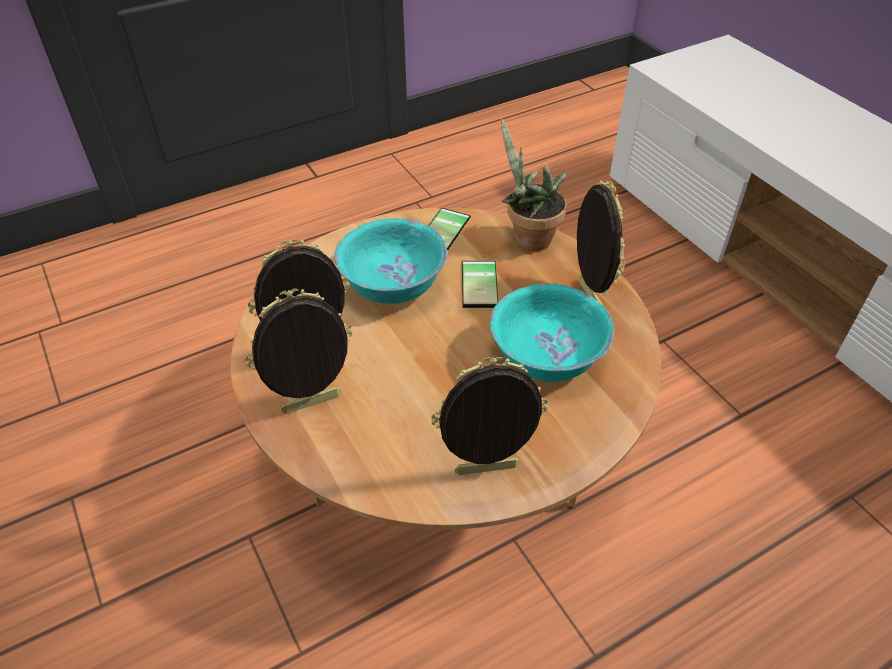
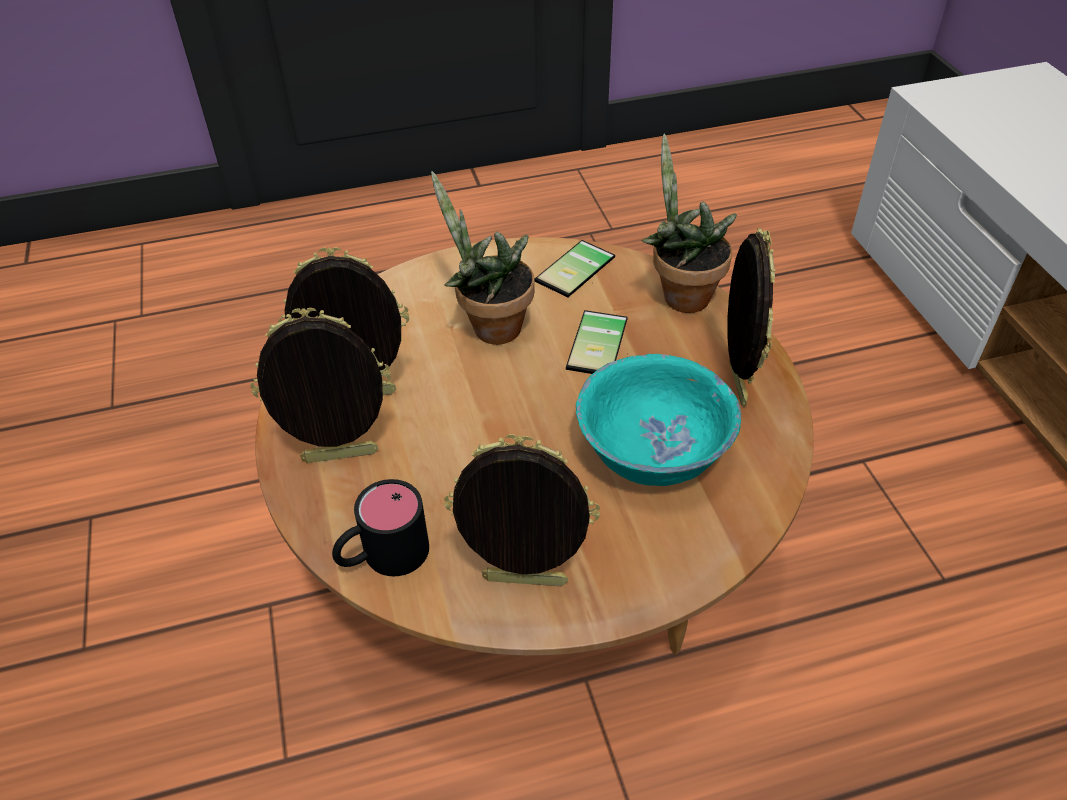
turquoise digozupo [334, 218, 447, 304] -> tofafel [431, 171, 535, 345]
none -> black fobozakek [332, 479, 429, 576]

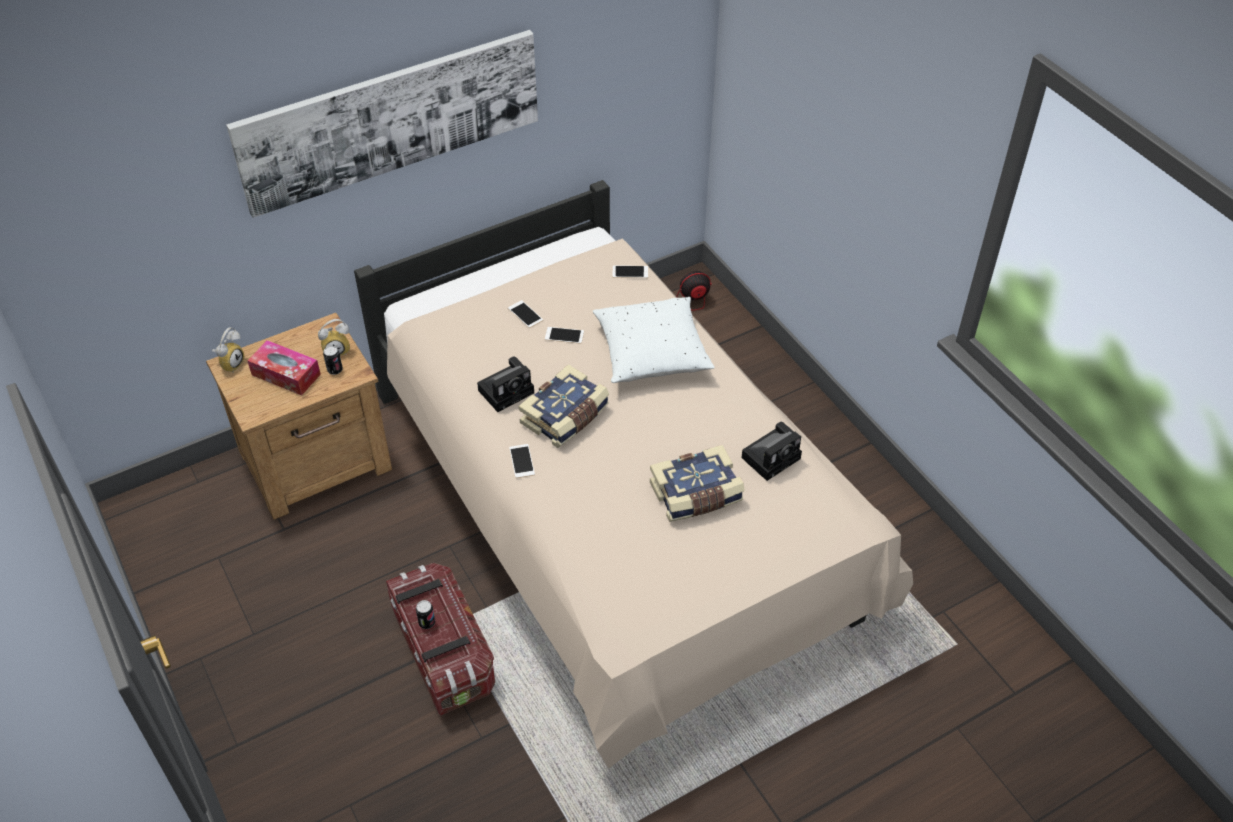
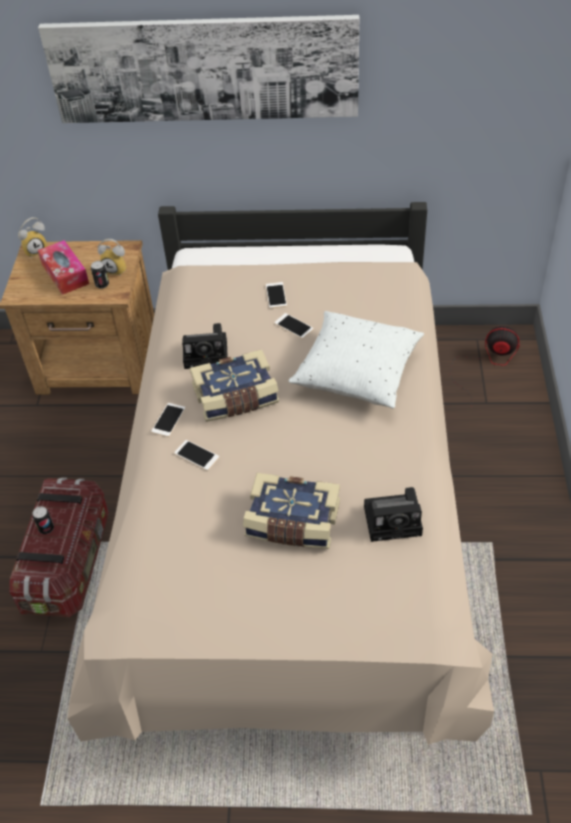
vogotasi [612, 265, 648, 278] -> vogotasi [174, 440, 219, 471], move

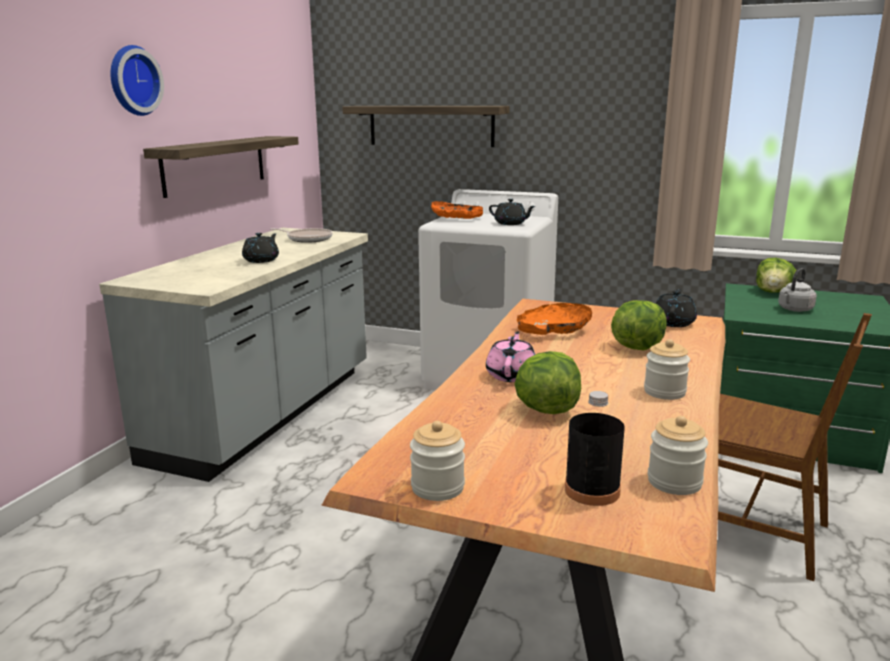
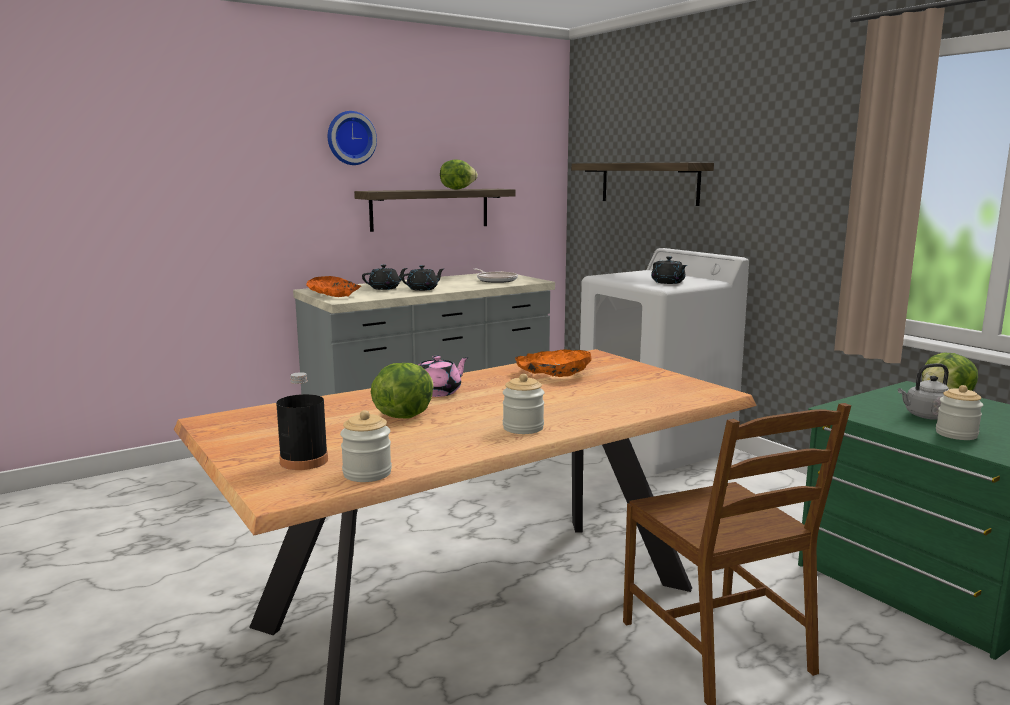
orange digozupo [431, 201, 483, 219] -> orange digozupo [306, 276, 361, 297], move
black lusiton [655, 289, 697, 327] -> black lusiton [362, 265, 408, 290], move
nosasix [611, 300, 667, 350] -> nosasix [440, 159, 478, 189], move
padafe [410, 421, 465, 501] -> padafe [936, 385, 983, 440], move

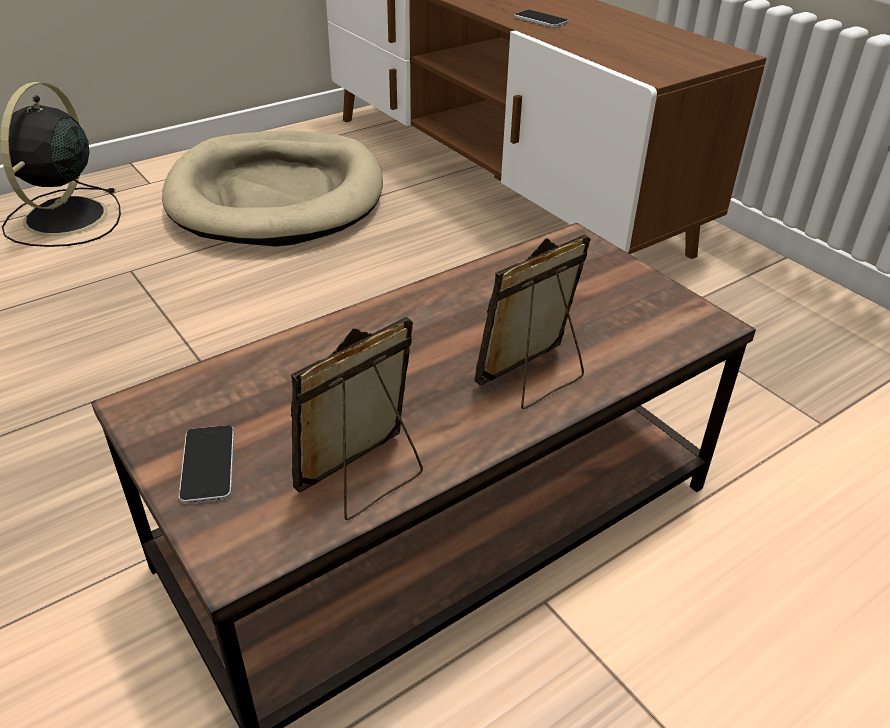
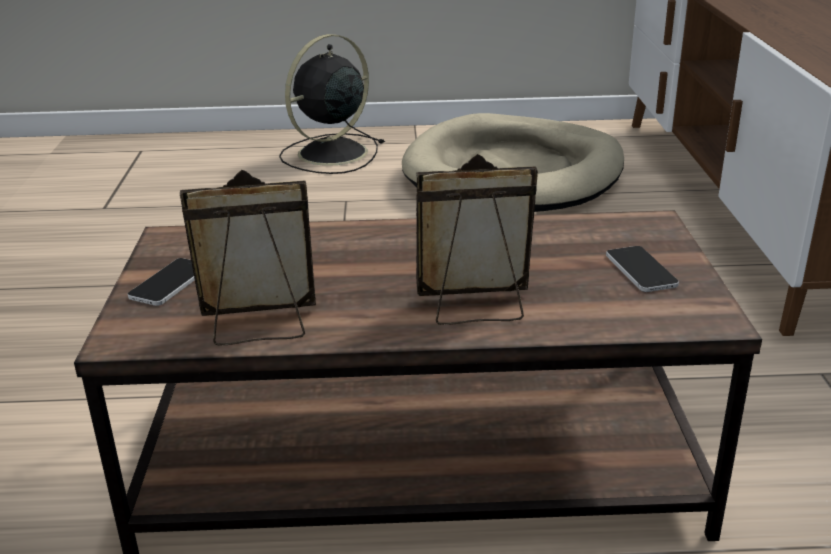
vogotasi [514, 10, 568, 28] -> vogotasi [606, 246, 679, 292], move

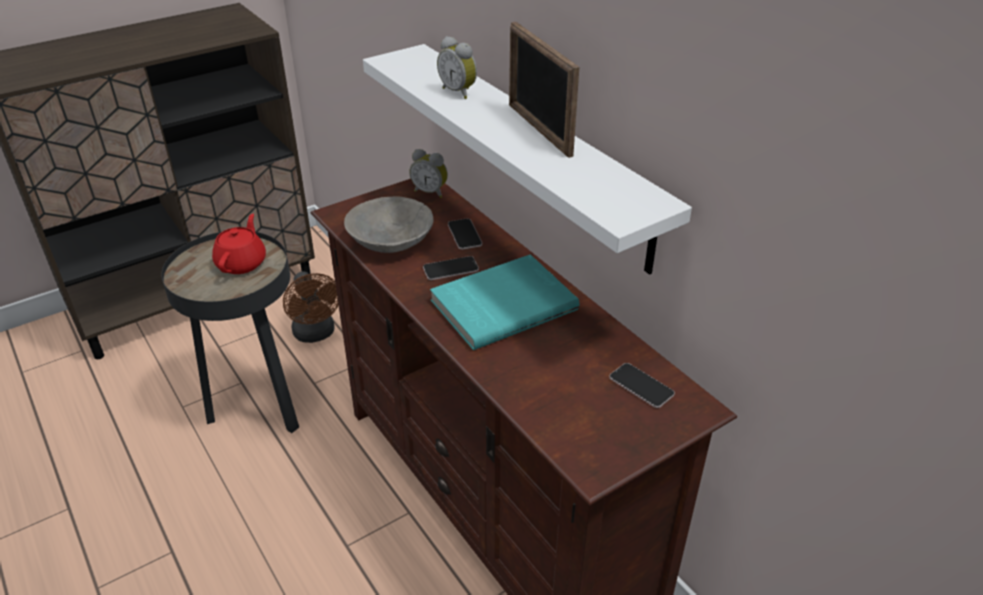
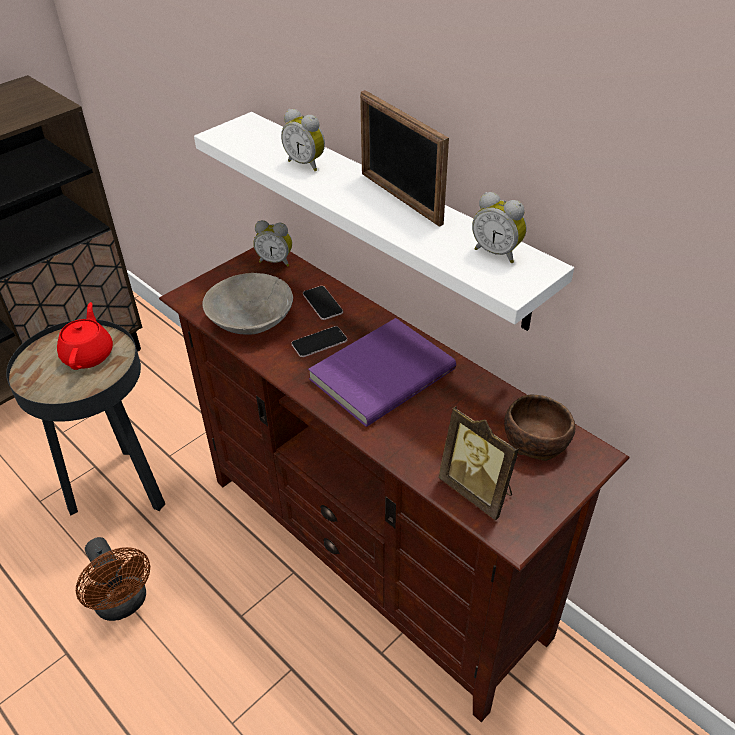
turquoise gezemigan [430, 254, 579, 350] -> purple gezemigan [308, 318, 456, 427]
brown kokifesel [283, 271, 339, 343] -> brown kokifesel [76, 537, 150, 621], move
vogotasi [609, 363, 675, 408] -> brown digozupo [504, 395, 575, 461]
none -> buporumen [472, 192, 527, 263]
none -> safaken [438, 406, 519, 520]

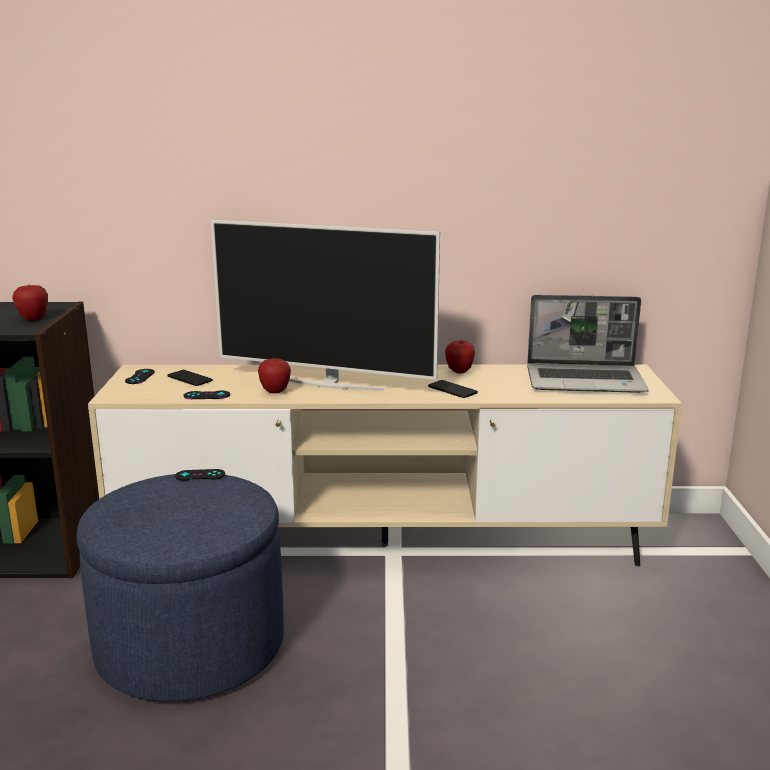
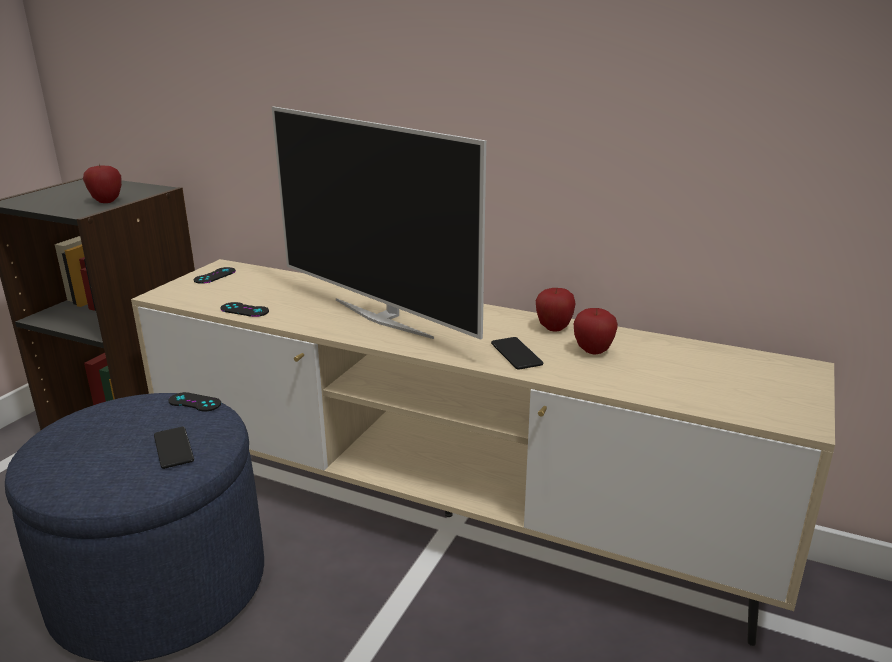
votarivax [527, 295, 649, 393] -> none
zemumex [258, 358, 291, 393] -> zemumex [574, 308, 618, 355], move
vogotasi [167, 370, 213, 386] -> vogotasi [154, 427, 194, 469], move

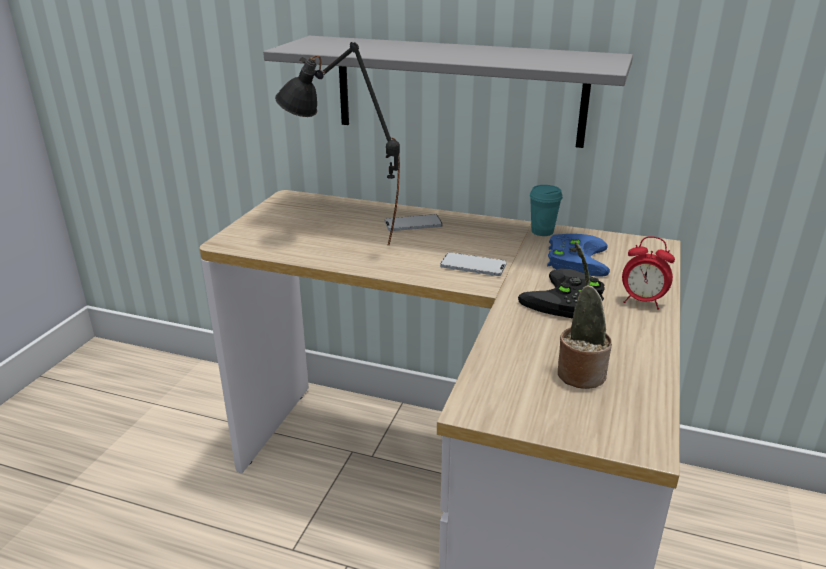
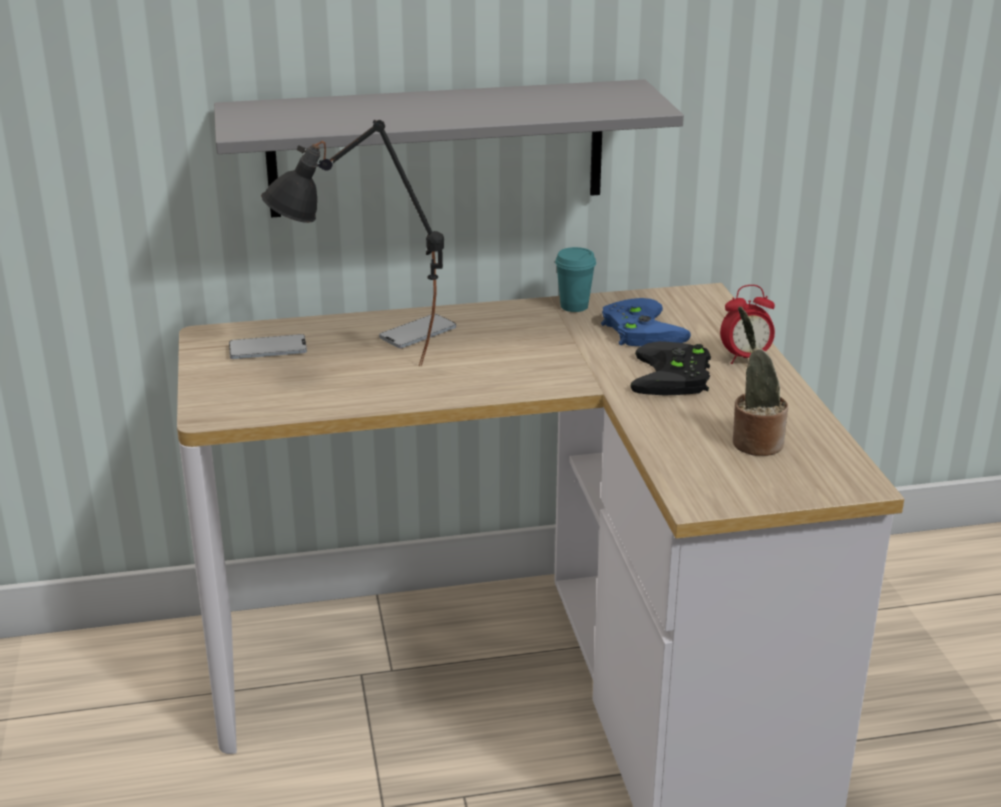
vogotasi [440, 252, 507, 276] -> vogotasi [229, 334, 307, 359], move

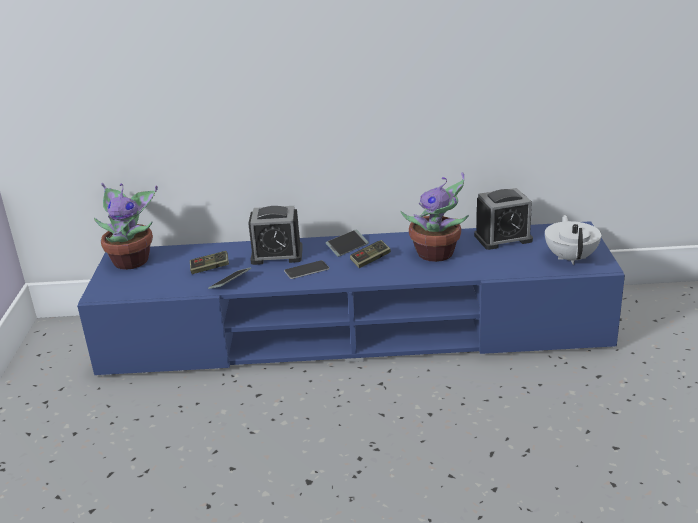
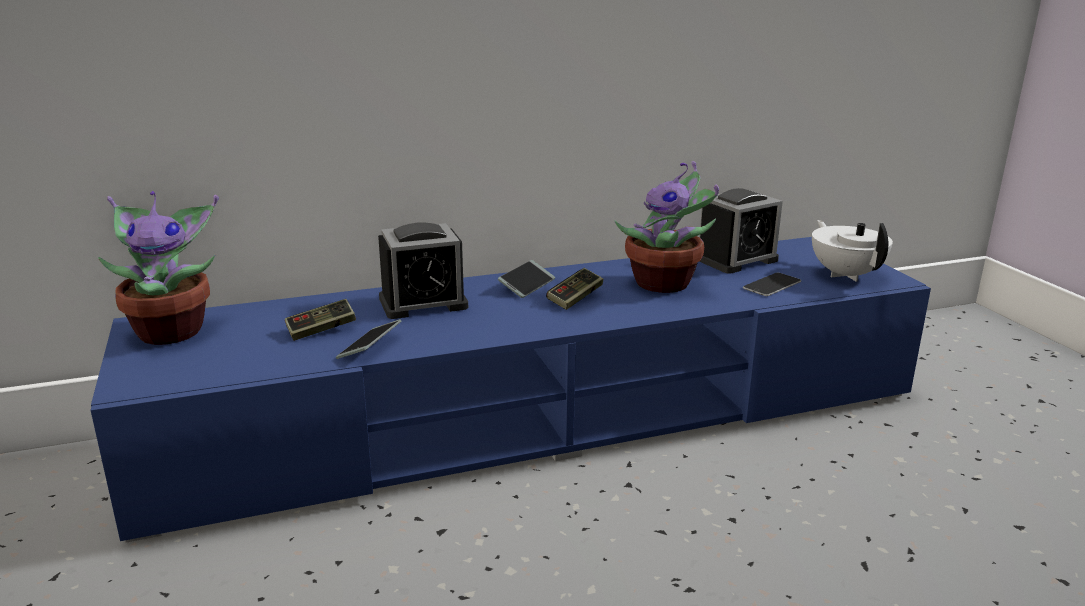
vogotasi [284, 260, 330, 279] -> vogotasi [743, 272, 801, 296], move

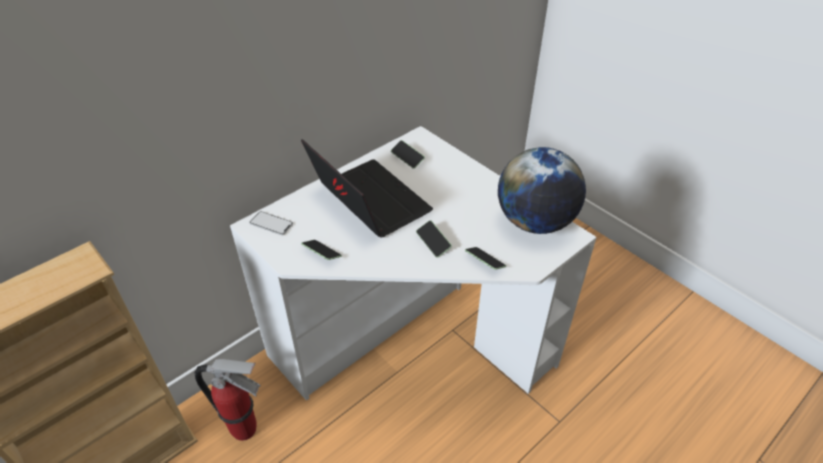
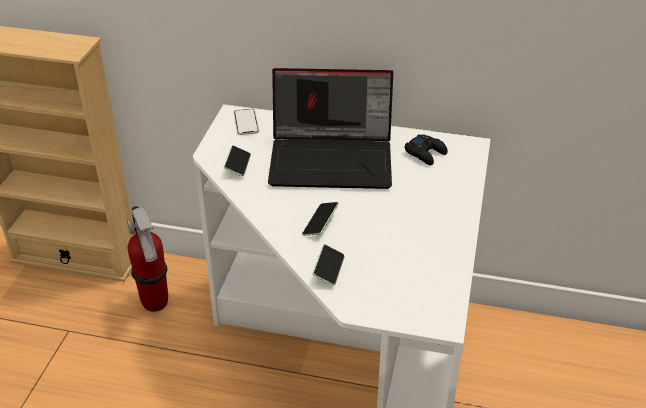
votarivax [301, 139, 433, 238] -> votarivax [268, 68, 393, 189], 75 degrees clockwise
vogotasi [391, 140, 425, 169] -> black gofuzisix [405, 134, 448, 165]
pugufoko [498, 147, 586, 234] -> none

